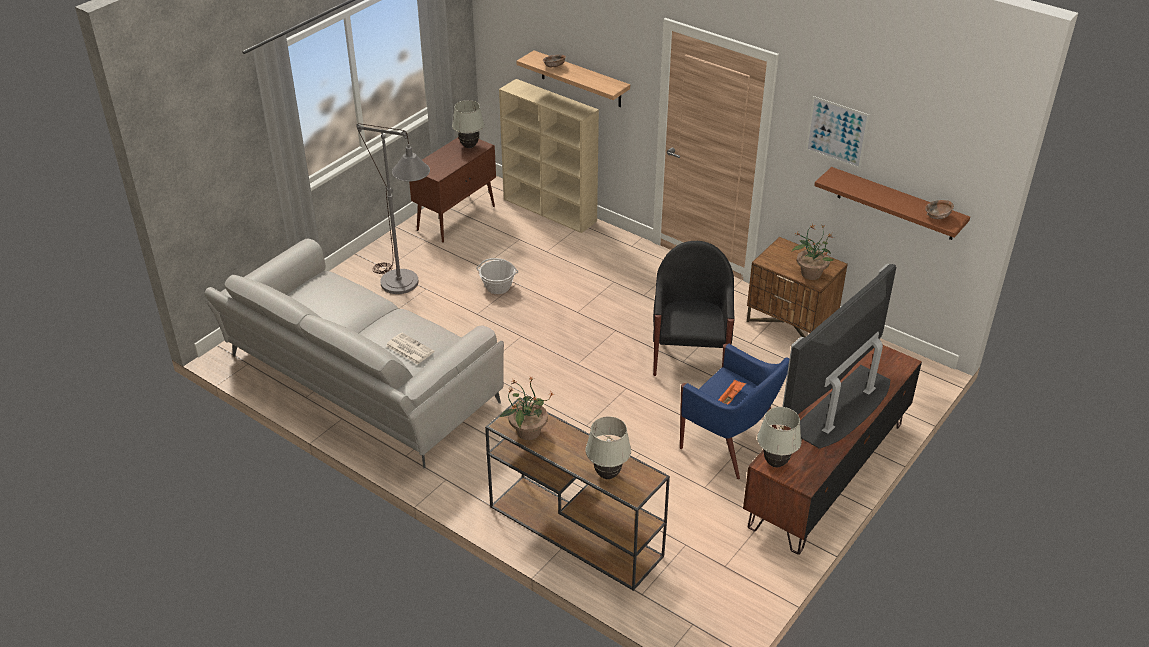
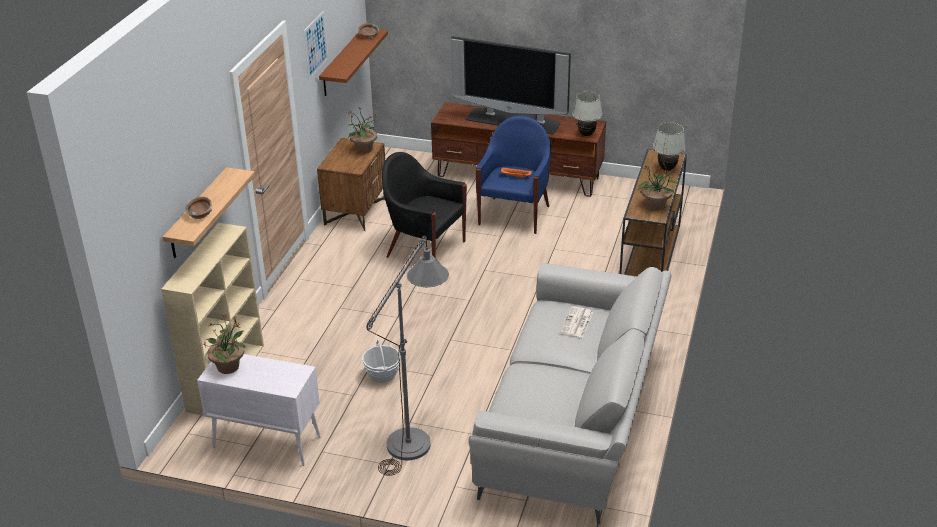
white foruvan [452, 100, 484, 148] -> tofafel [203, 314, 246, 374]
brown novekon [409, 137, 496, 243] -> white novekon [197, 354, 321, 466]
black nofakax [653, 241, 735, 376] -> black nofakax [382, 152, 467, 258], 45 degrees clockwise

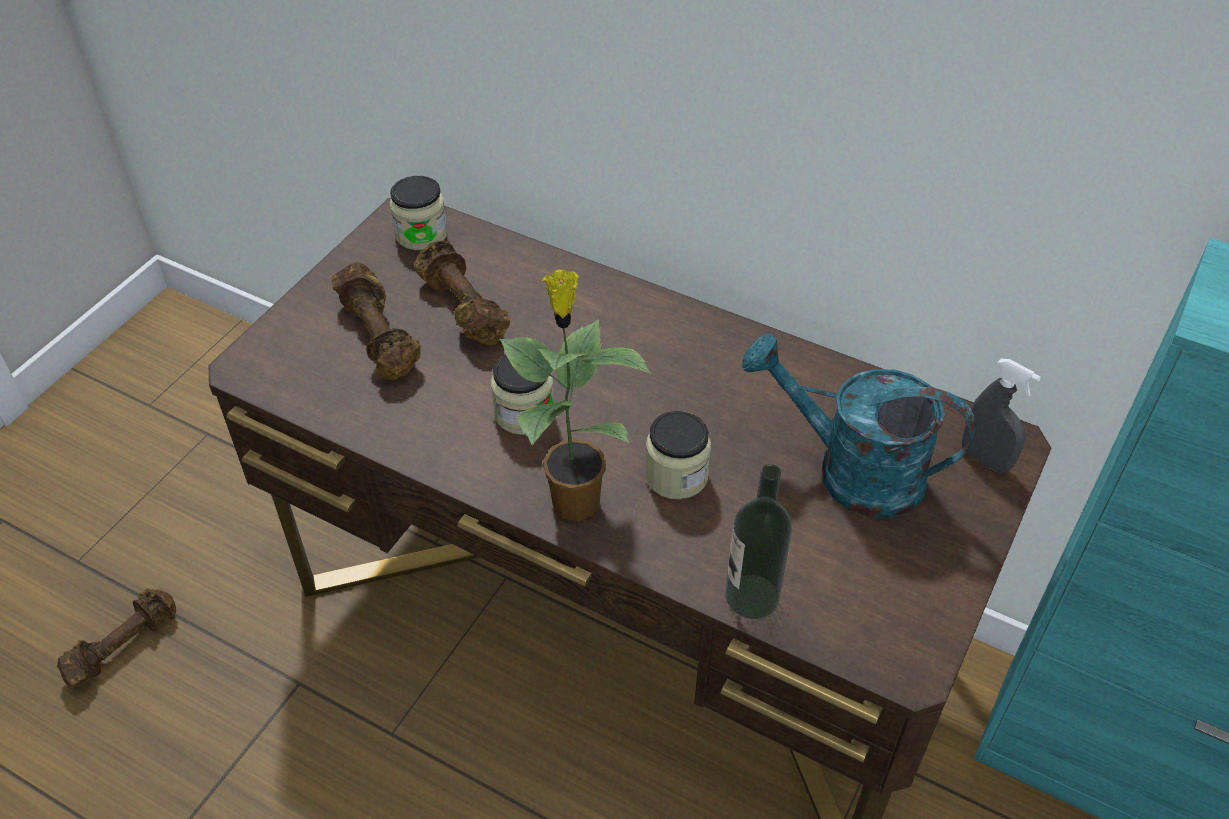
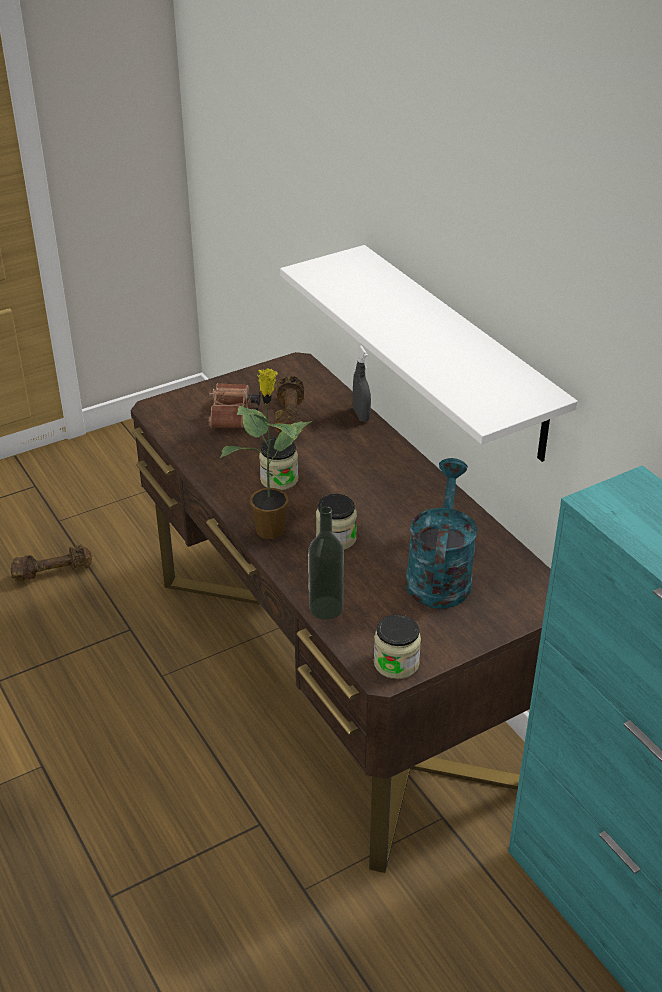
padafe [390, 176, 448, 250] -> padafe [374, 615, 421, 679], move
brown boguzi [332, 262, 421, 380] -> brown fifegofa [209, 383, 261, 428]
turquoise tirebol [742, 333, 975, 518] -> turquoise tirebol [405, 458, 477, 609], 45 degrees clockwise
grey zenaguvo [962, 359, 1041, 473] -> grey zenaguvo [353, 345, 371, 422], move
none -> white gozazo [280, 245, 578, 462]

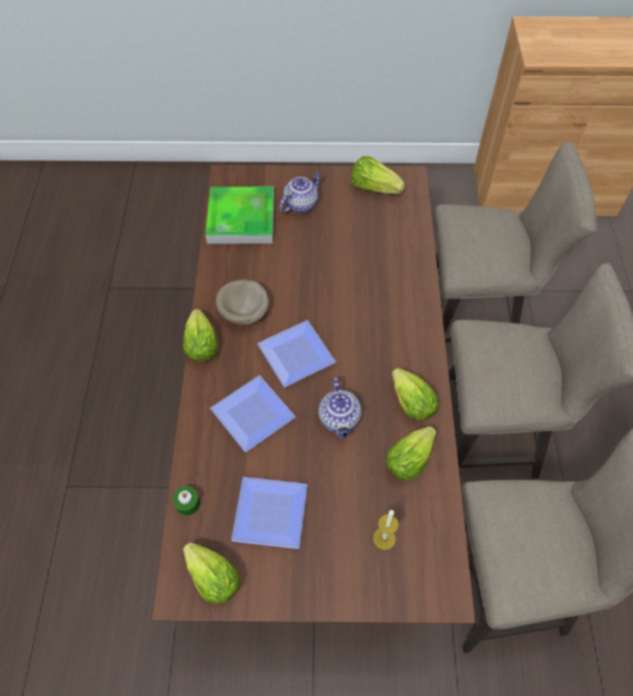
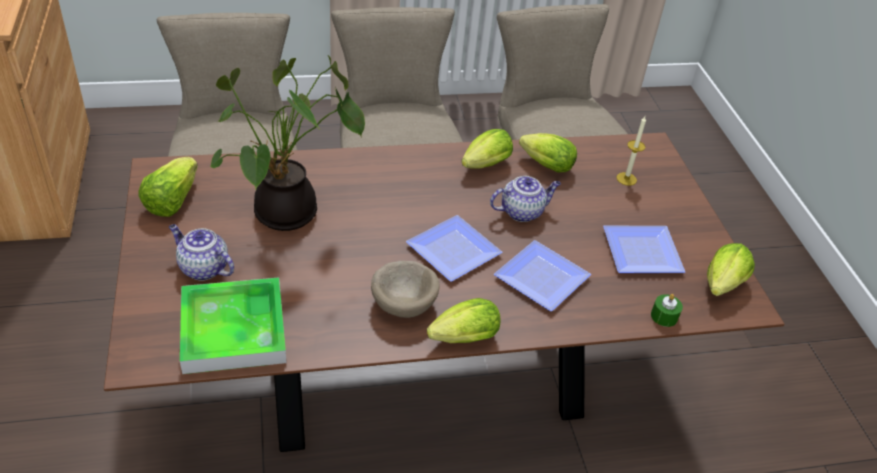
none -> tofafel [210, 55, 365, 231]

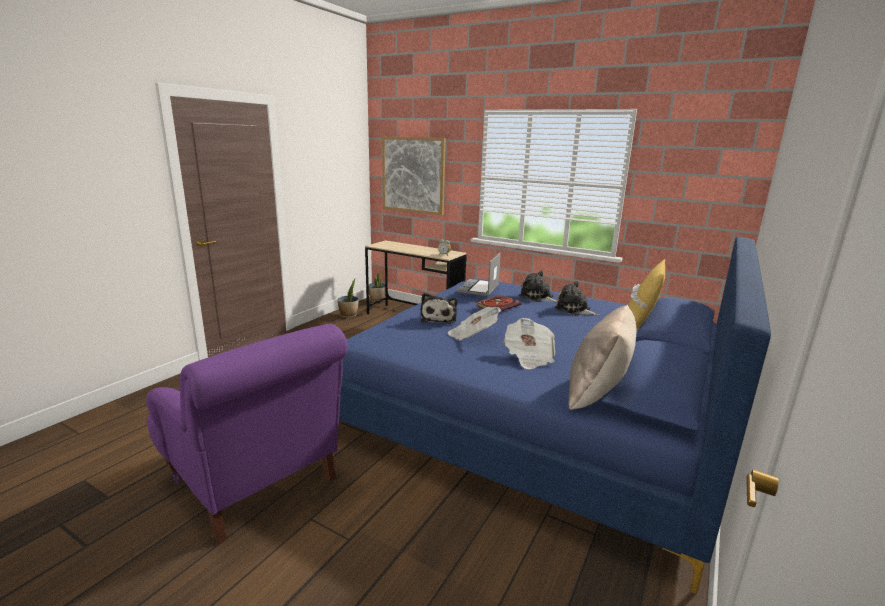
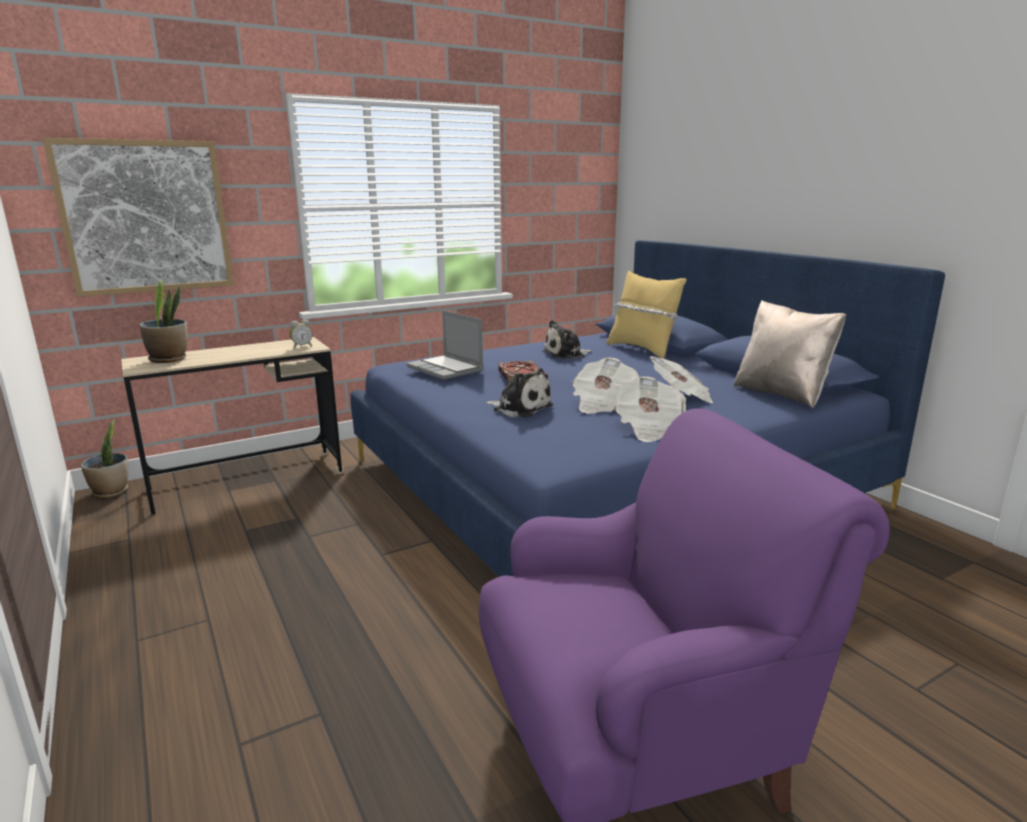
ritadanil [519, 270, 557, 302] -> none
tofafel [338, 279, 358, 318] -> tofafel [140, 279, 188, 363], move
none -> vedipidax [614, 377, 686, 442]

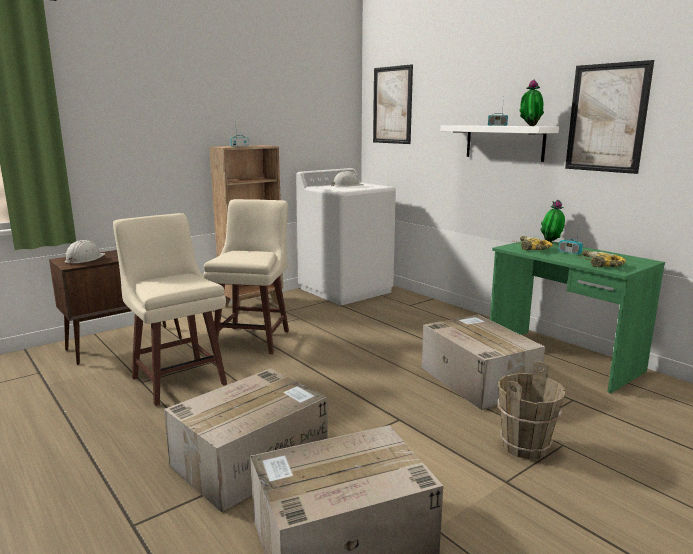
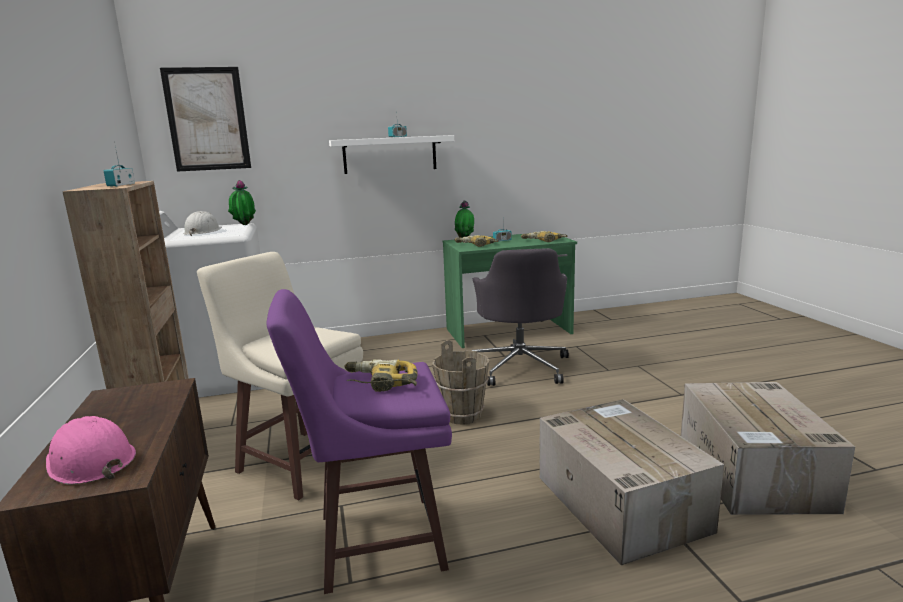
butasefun [565, 60, 654, 174] -> none
tofafel [519, 80, 544, 126] -> tofafel [228, 180, 256, 225], move
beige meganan [113, 213, 227, 406] -> purple meganan [266, 289, 452, 594]
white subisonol [65, 240, 105, 265] -> pink subisonol [46, 416, 136, 485]
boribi [422, 315, 545, 410] -> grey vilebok [471, 248, 569, 386]
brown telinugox [498, 361, 566, 460] -> brown telinugox [432, 340, 489, 425], move
none -> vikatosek [344, 359, 418, 392]

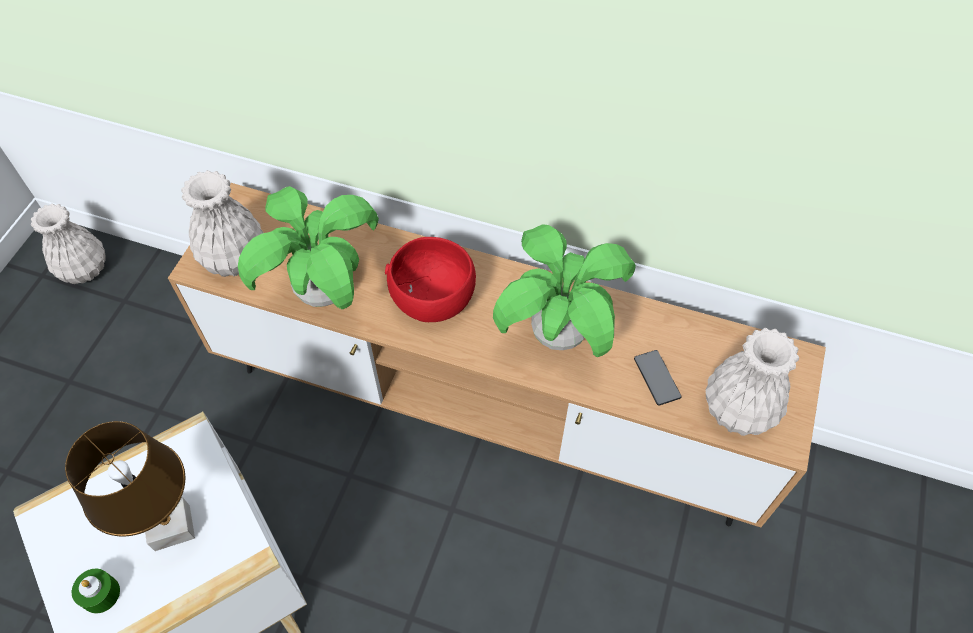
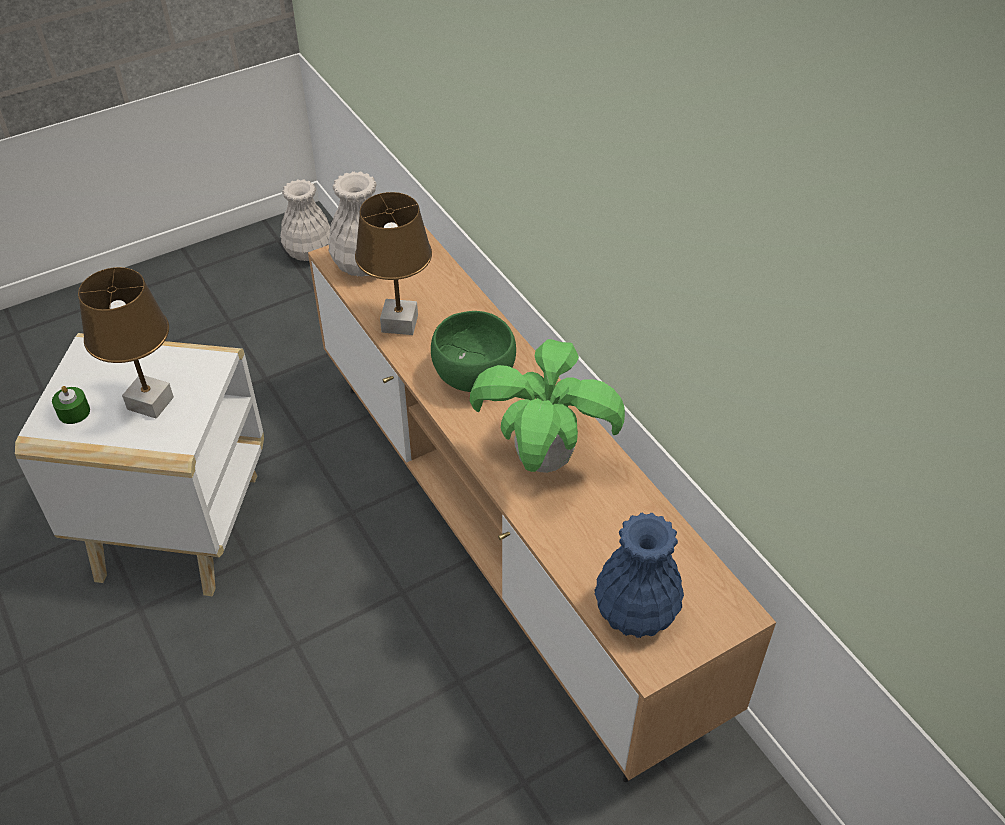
tofafel [238, 186, 379, 309] -> brown foruvan [355, 192, 432, 335]
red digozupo [385, 237, 476, 322] -> green digozupo [431, 311, 516, 392]
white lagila [706, 328, 799, 436] -> blue lagila [594, 513, 684, 638]
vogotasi [634, 350, 682, 405] -> none

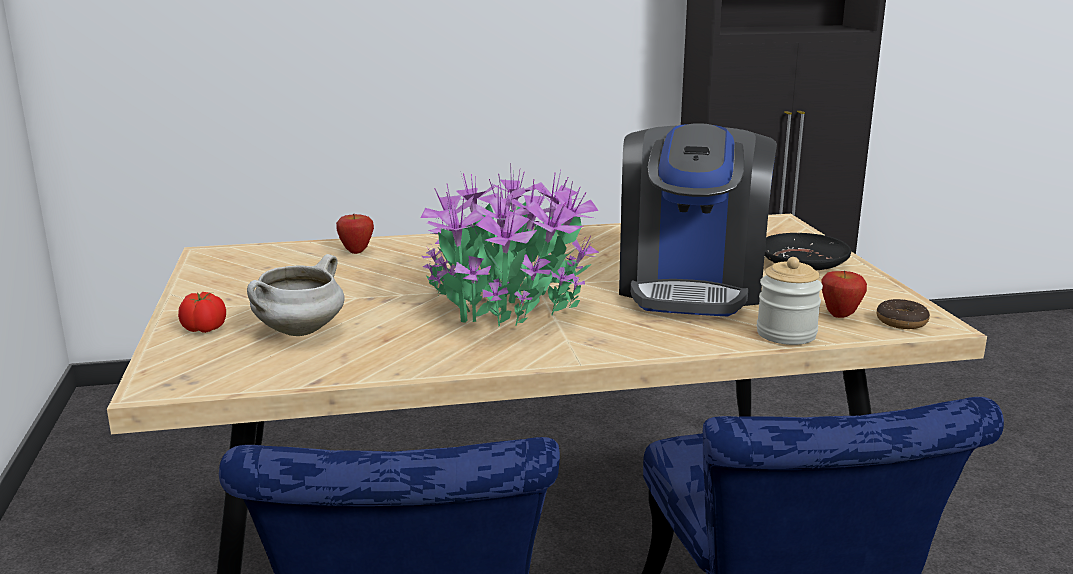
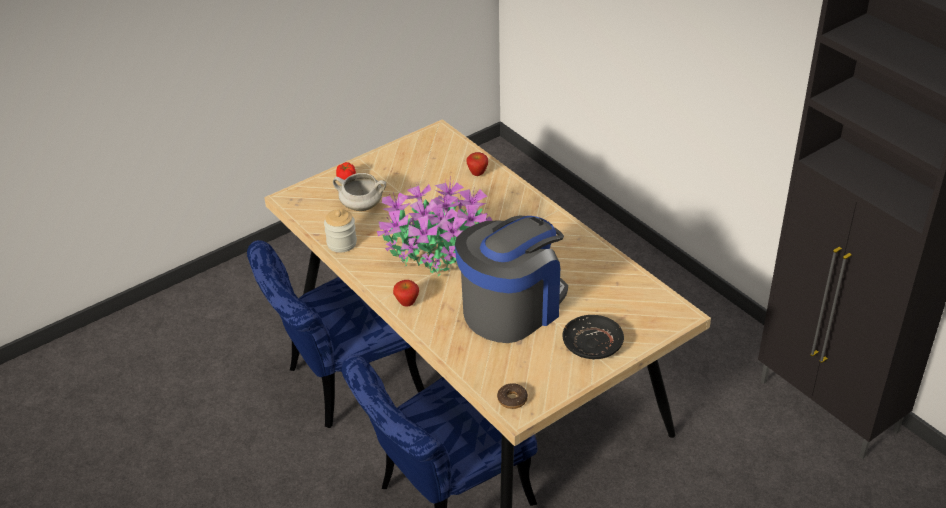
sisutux [619, 123, 777, 316] -> sisutux [455, 215, 568, 343], 150 degrees clockwise
padafe [757, 257, 823, 345] -> padafe [324, 209, 357, 252], move
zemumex [821, 271, 867, 318] -> zemumex [393, 280, 419, 307], move

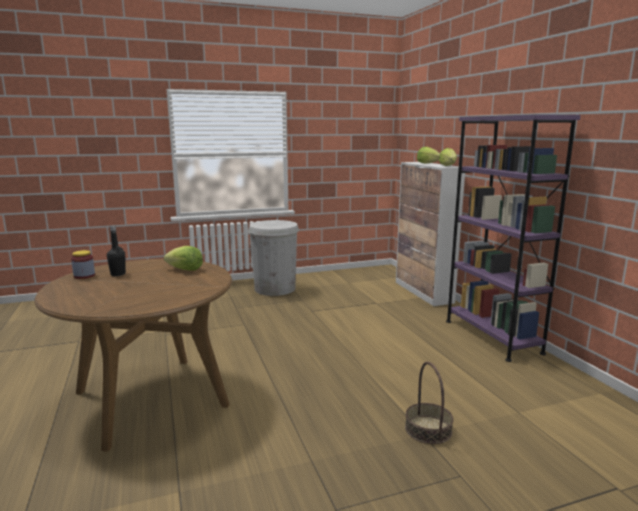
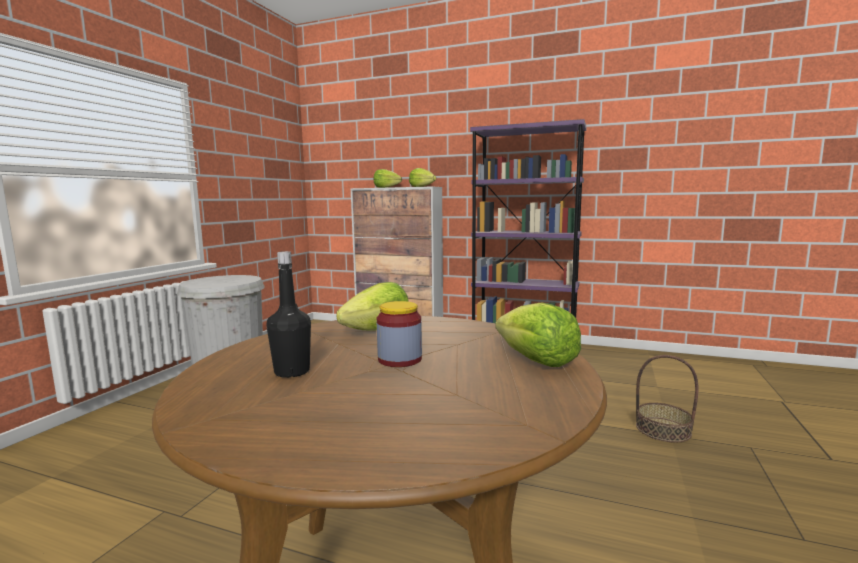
padafe [71, 250, 95, 279] -> padafe [377, 301, 422, 367], move
none -> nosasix [495, 302, 581, 367]

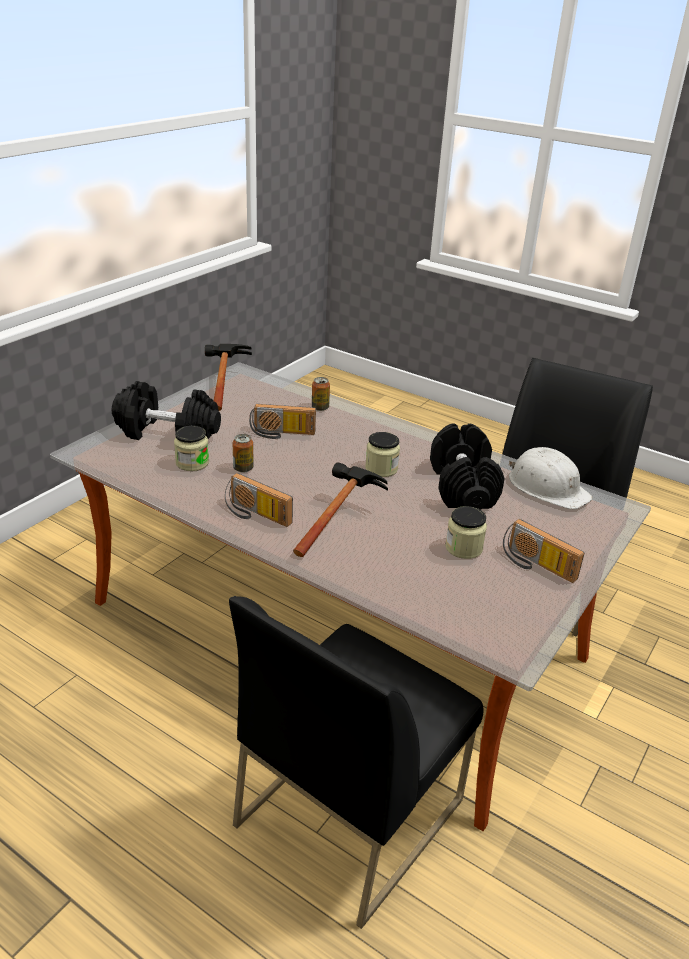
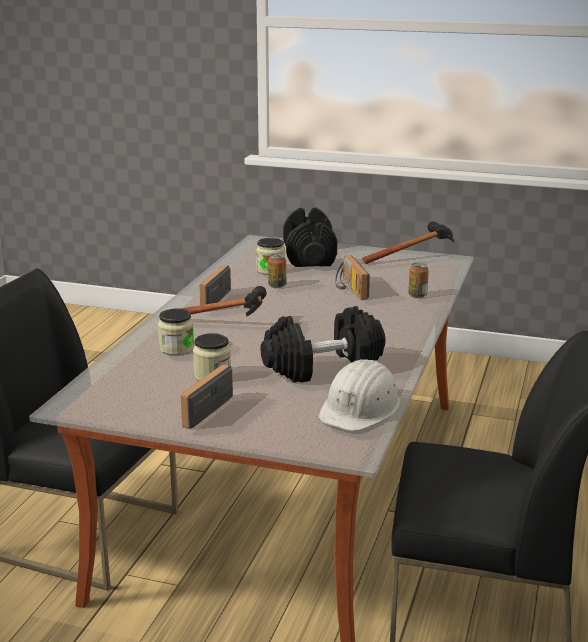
padafe [365, 432, 400, 477] -> padafe [158, 309, 194, 355], move

